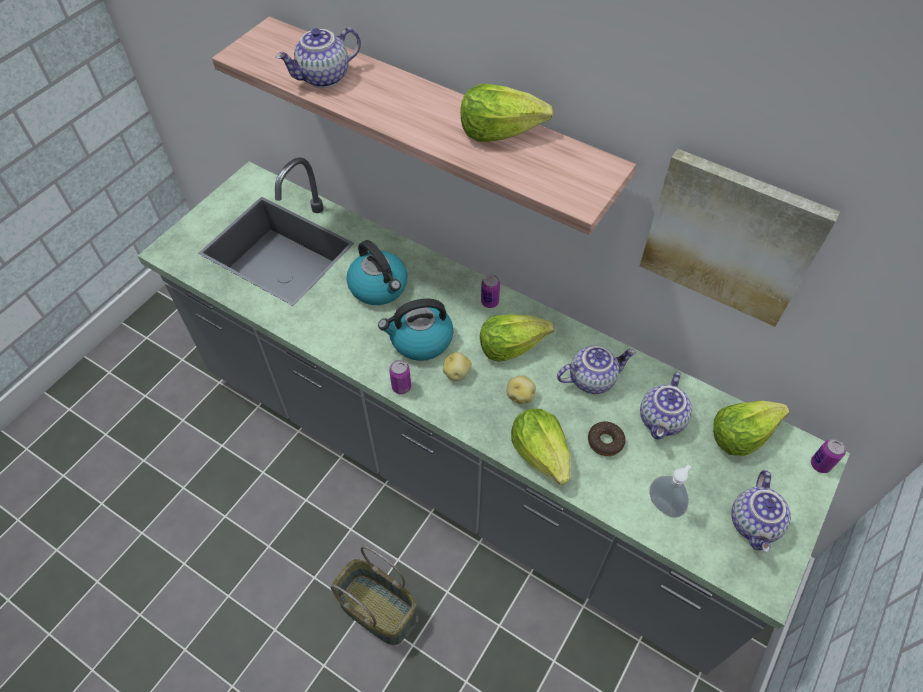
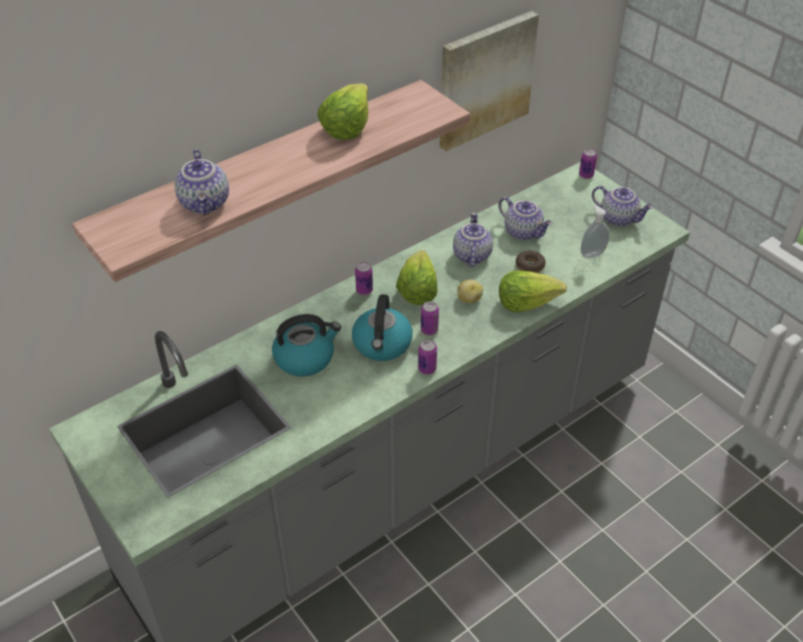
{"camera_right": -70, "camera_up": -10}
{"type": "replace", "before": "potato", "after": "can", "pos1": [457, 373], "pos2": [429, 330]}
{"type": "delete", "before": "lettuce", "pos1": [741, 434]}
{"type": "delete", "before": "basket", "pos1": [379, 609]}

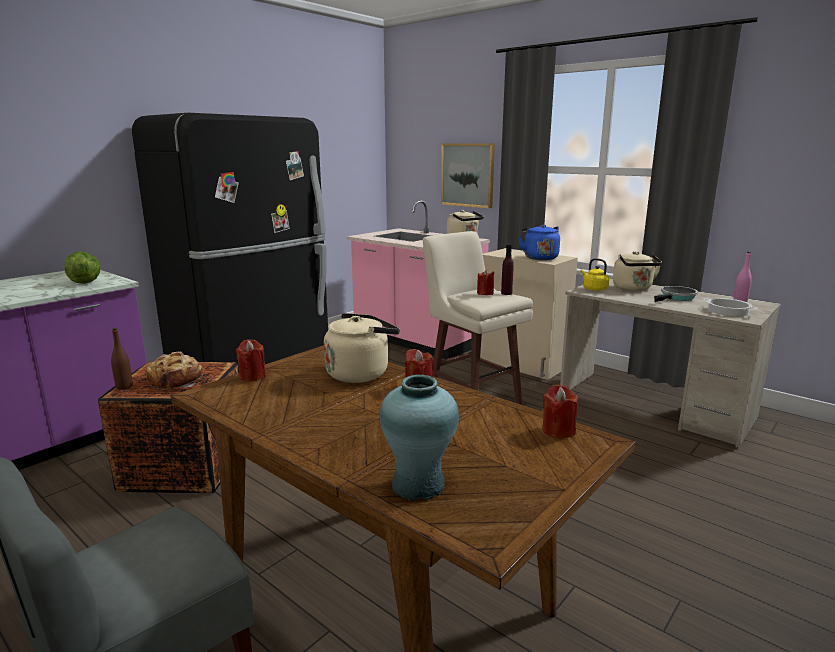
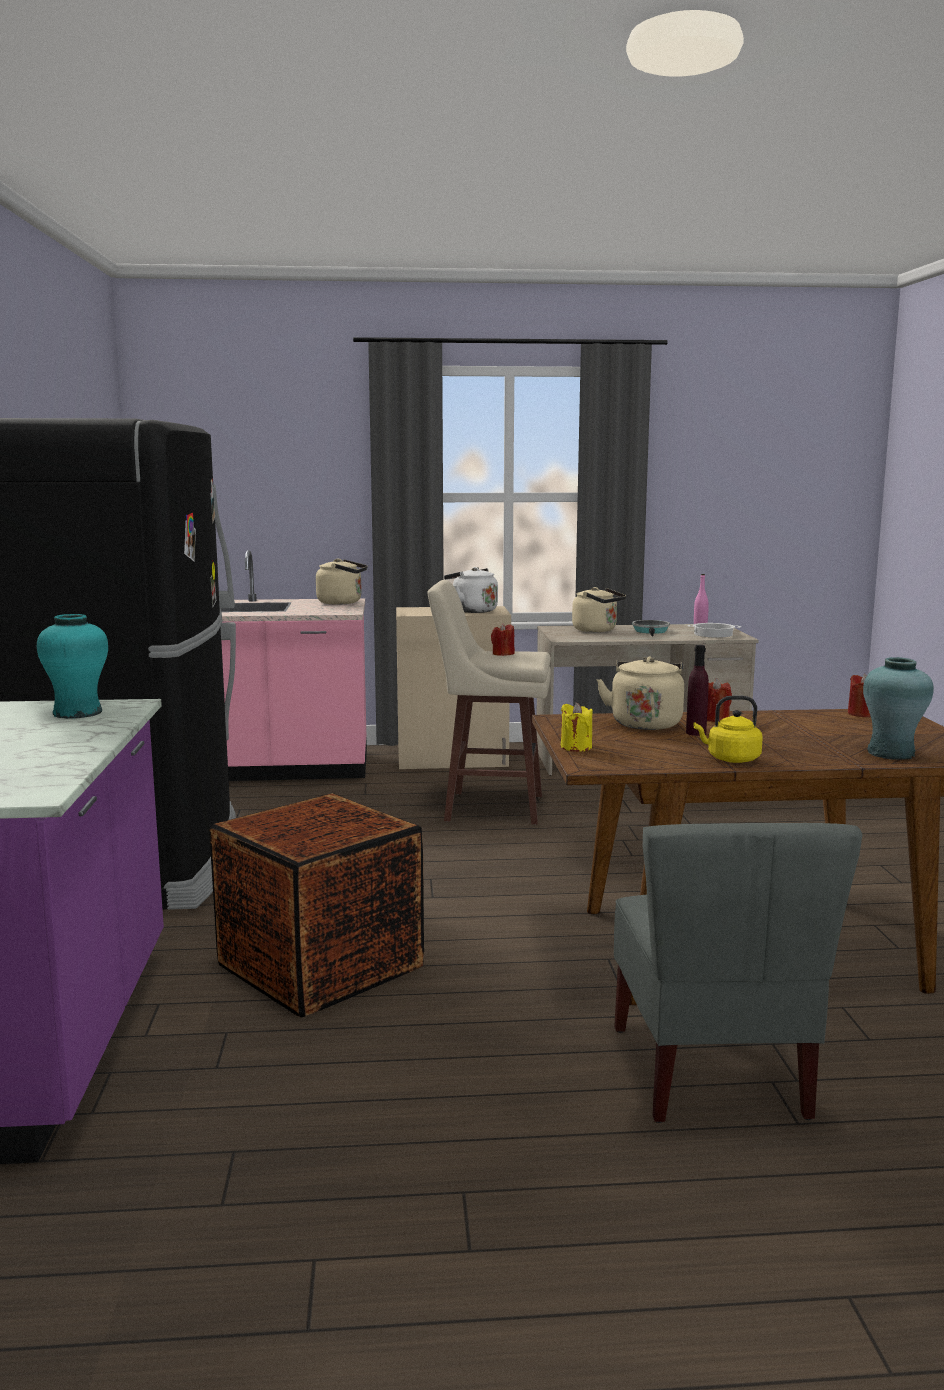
{"camera_right": -45, "camera_up": -5}
{"type": "delete", "before": "picture", "pos1": [467, 175]}
{"type": "recolor", "before": "blue kettle", "after": "white kettle", "pos1": [539, 257], "pos2": [472, 611]}
{"type": "move", "before": "purple bottle", "pos1": [506, 293], "pos2": [696, 733]}
{"type": "replace", "before": "lettuce", "after": "turquoise vase", "pos1": [85, 282], "pos2": [77, 713]}
{"type": "move", "before": "yellow kettle", "pos1": [593, 289], "pos2": [730, 759]}
{"type": "delete", "before": "brown bottle", "pos1": [124, 387]}
{"type": "recolor", "before": "red candle", "after": "yellow candle", "pos1": [252, 376], "pos2": [576, 747]}
{"type": "delete", "before": "bread", "pos1": [176, 381]}

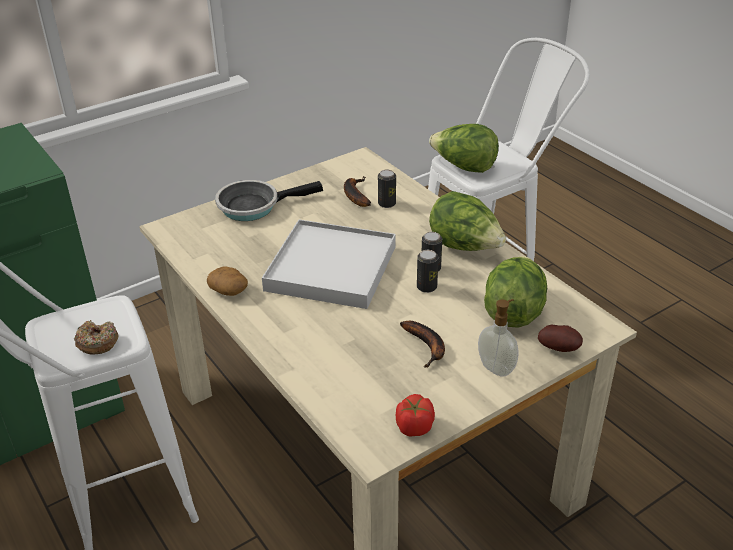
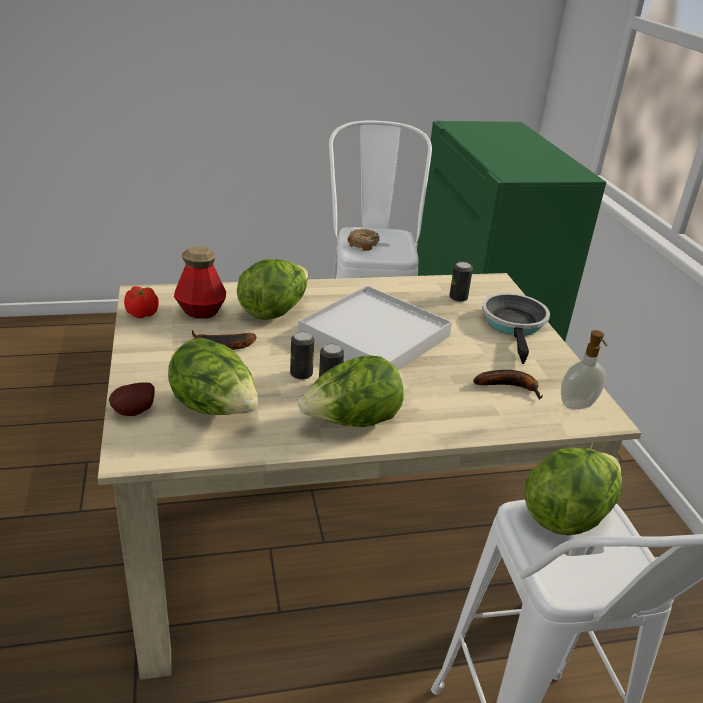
{"camera_right": 110, "camera_up": -5}
{"type": "move", "before": "can", "pos1": [387, 204], "pos2": [458, 298]}
{"type": "delete", "before": "potato", "pos1": [229, 291]}
{"type": "move", "before": "soap dispenser", "pos1": [497, 367], "pos2": [578, 406]}
{"type": "insert", "after": "bottle", "pos2": [201, 311]}
{"type": "insert", "after": "lettuce", "pos2": [274, 311]}

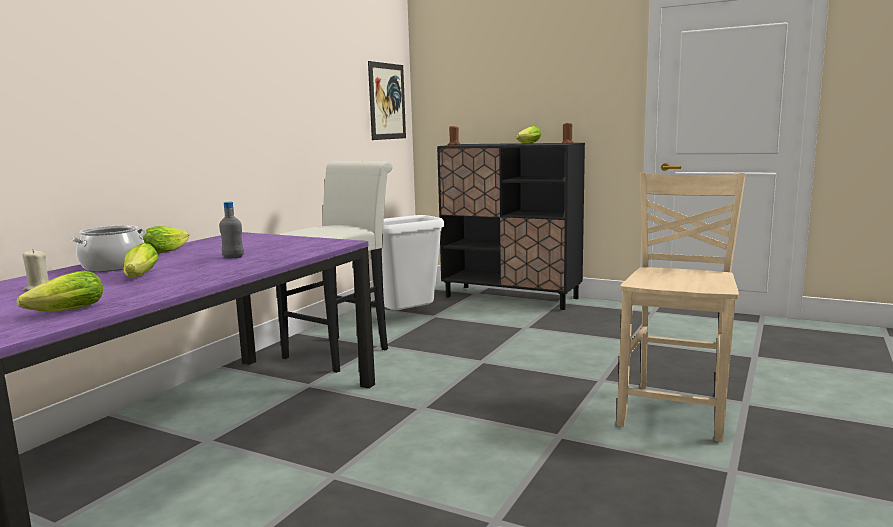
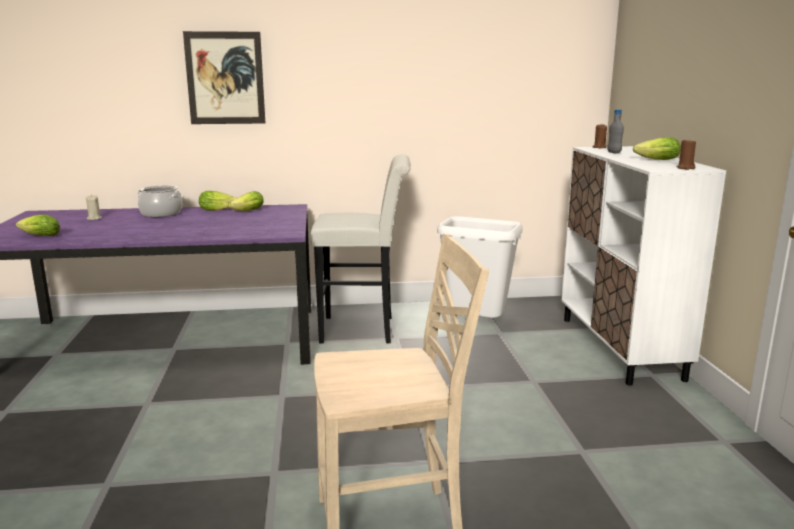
{"camera_right": 55, "camera_up": 5}
{"type": "move", "before": "picture", "pos1": [387, 101], "pos2": [225, 78]}
{"type": "recolor", "before": "black cabinet", "after": "white cabinet", "pos1": [511, 297], "pos2": [619, 347]}
{"type": "move", "before": "grey bottle", "pos1": [233, 257], "pos2": [614, 152]}
{"type": "move", "before": "lettuce", "pos1": [139, 277], "pos2": [246, 211]}

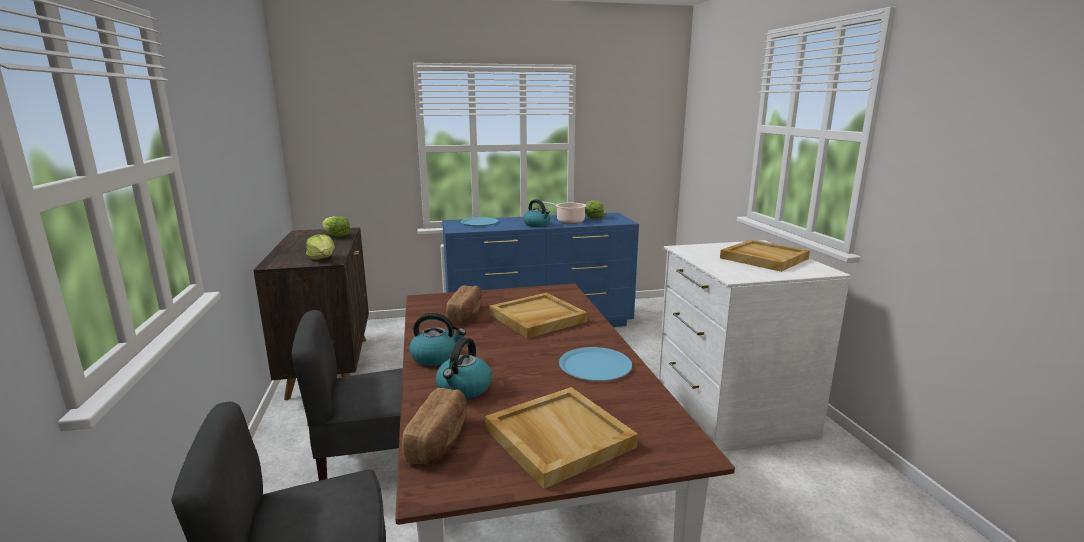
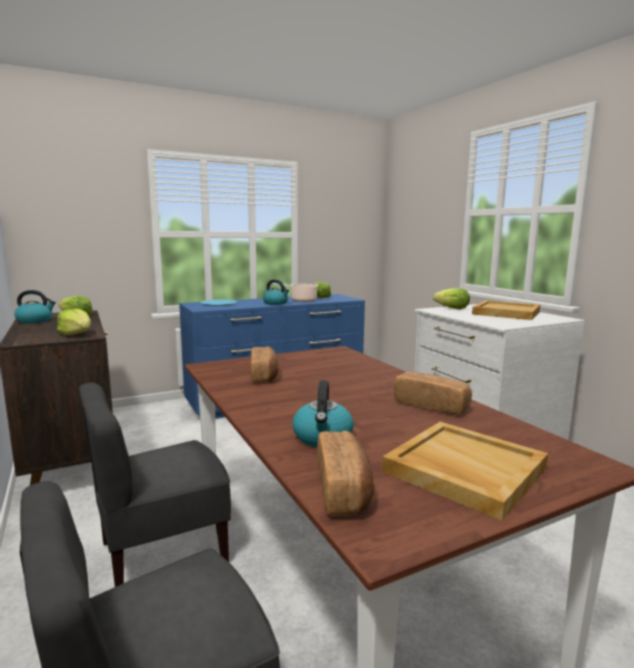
{"camera_right": -15, "camera_up": -5}
{"type": "delete", "before": "beige tray", "pos1": [537, 318]}
{"type": "move", "before": "kettle", "pos1": [436, 357], "pos2": [35, 321]}
{"type": "replace", "before": "blue plate", "after": "bread", "pos1": [595, 365], "pos2": [431, 405]}
{"type": "insert", "after": "lettuce", "pos2": [452, 308]}

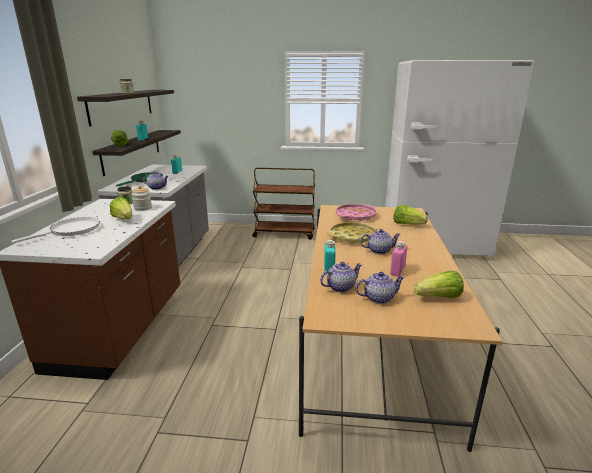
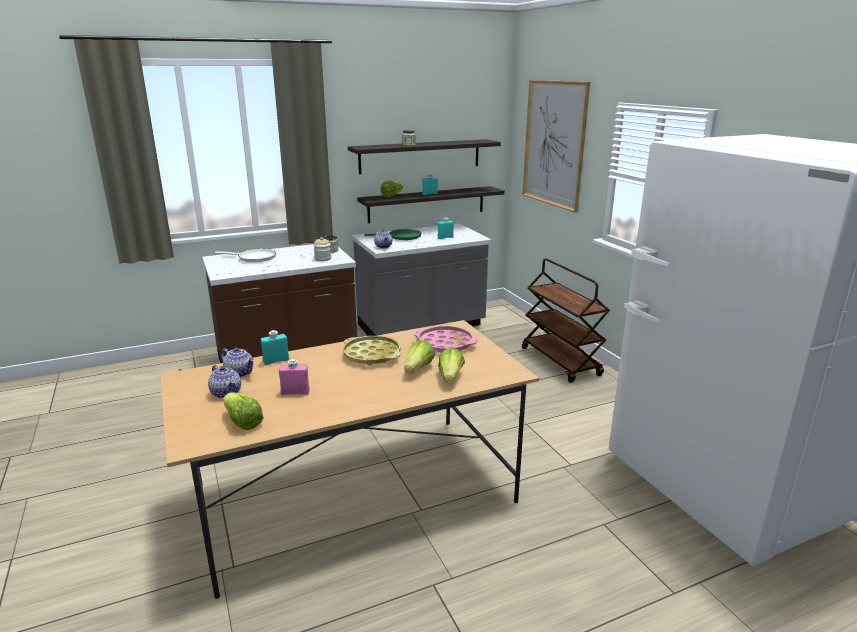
{"camera_right": 60, "camera_up": 0}
{"type": "move", "before": "lettuce", "pos1": [124, 219], "pos2": [418, 369]}
{"type": "delete", "before": "teapot", "pos1": [379, 250]}
{"type": "insert", "after": "picture", "pos2": [554, 144]}

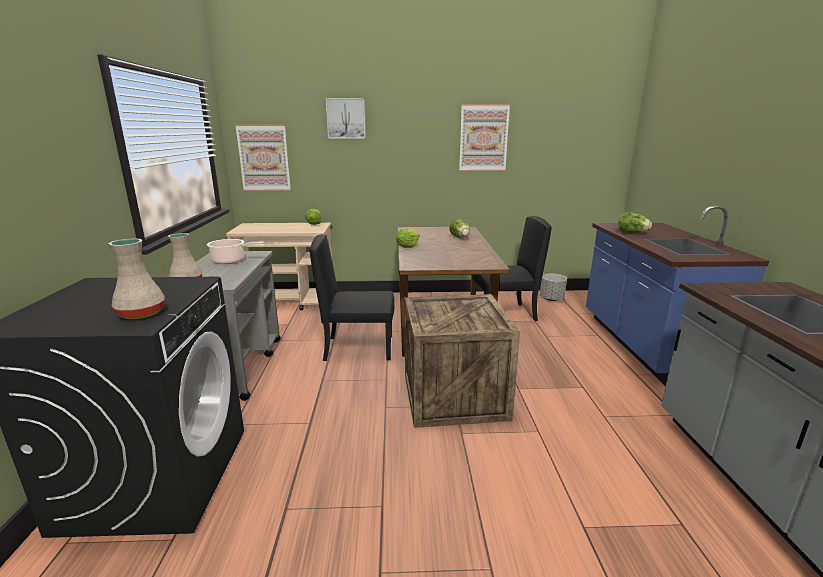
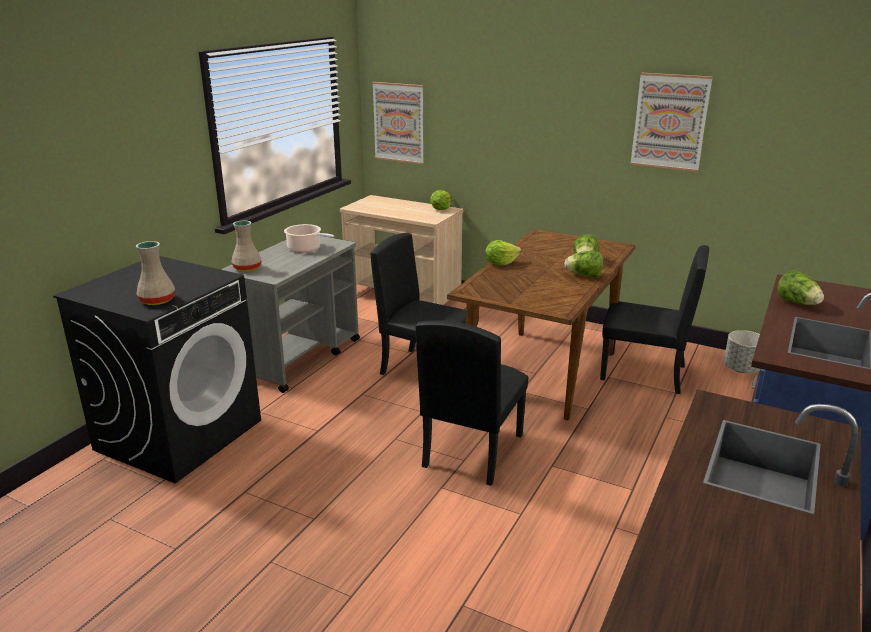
{"camera_right": 30, "camera_up": 5}
{"type": "delete", "before": "picture", "pos1": [346, 118]}
{"type": "replace", "before": "crate", "after": "black chair", "pos1": [453, 396], "pos2": [472, 450]}
{"type": "insert", "after": "lettuce", "pos2": [584, 276]}

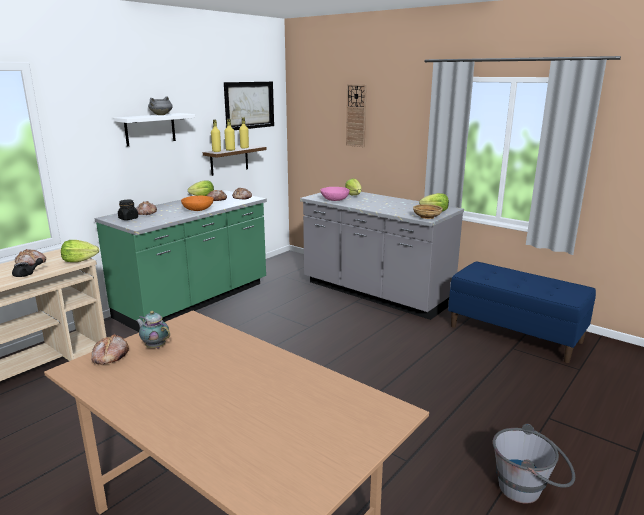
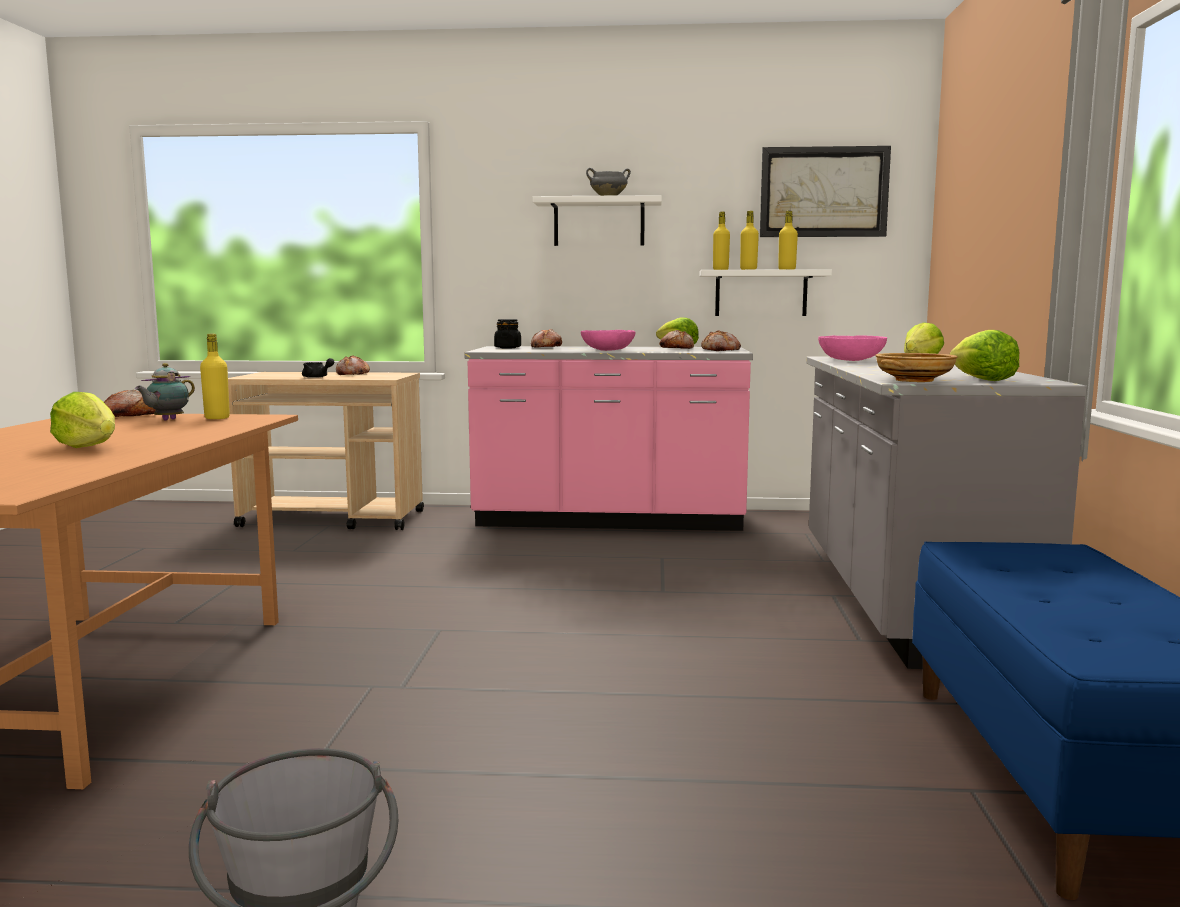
{"camera_right": 55, "camera_up": -10}
{"type": "delete", "before": "wall clock", "pos1": [356, 115]}
{"type": "recolor", "before": "brown shelf", "after": "white shelf", "pos1": [229, 160], "pos2": [761, 293]}
{"type": "recolor", "before": "green counter", "after": "pink counter", "pos1": [195, 301], "pos2": [609, 520]}
{"type": "recolor", "before": "orange bowl", "after": "pink bowl", "pos1": [198, 210], "pos2": [607, 350]}
{"type": "move", "before": "lettuce", "pos1": [79, 260], "pos2": [88, 447]}
{"type": "rotate", "before": "teapot", "pos1": [155, 346], "pos2": [167, 420], "turn": -150}
{"type": "insert", "after": "yellow bottle", "pos2": [217, 418]}

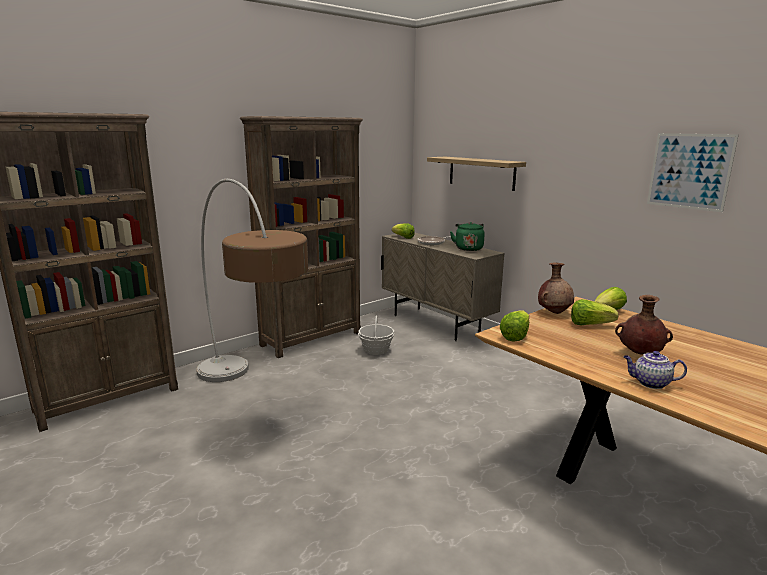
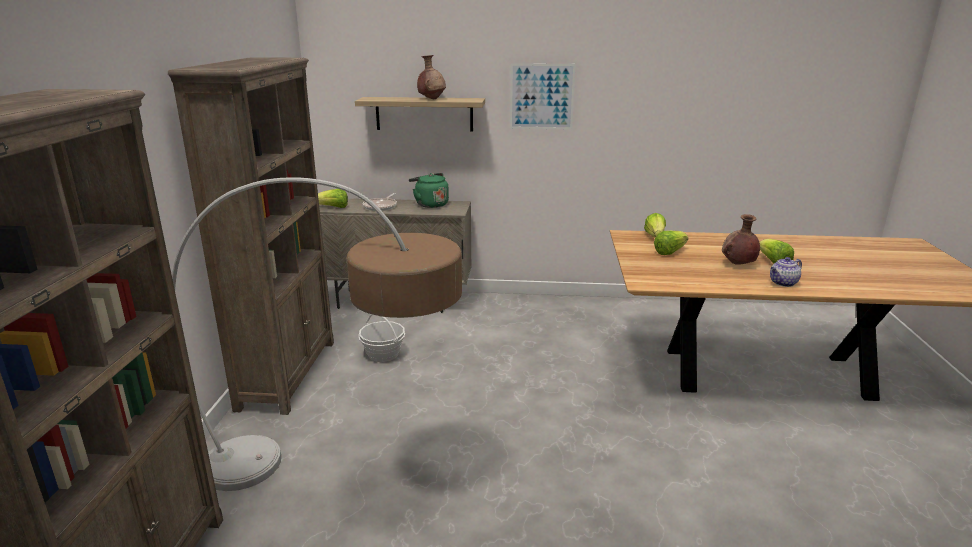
{"camera_right": -45, "camera_up": 5}
{"type": "move", "before": "picture", "pos1": [689, 171], "pos2": [541, 96]}
{"type": "move", "before": "brown vase", "pos1": [554, 312], "pos2": [431, 99]}
{"type": "move", "before": "lettuce", "pos1": [515, 336], "pos2": [773, 262]}

